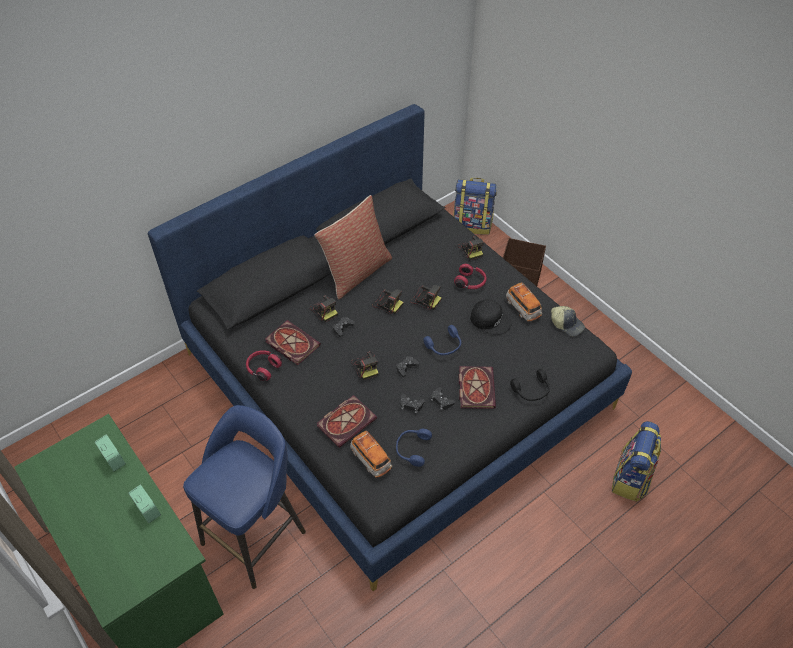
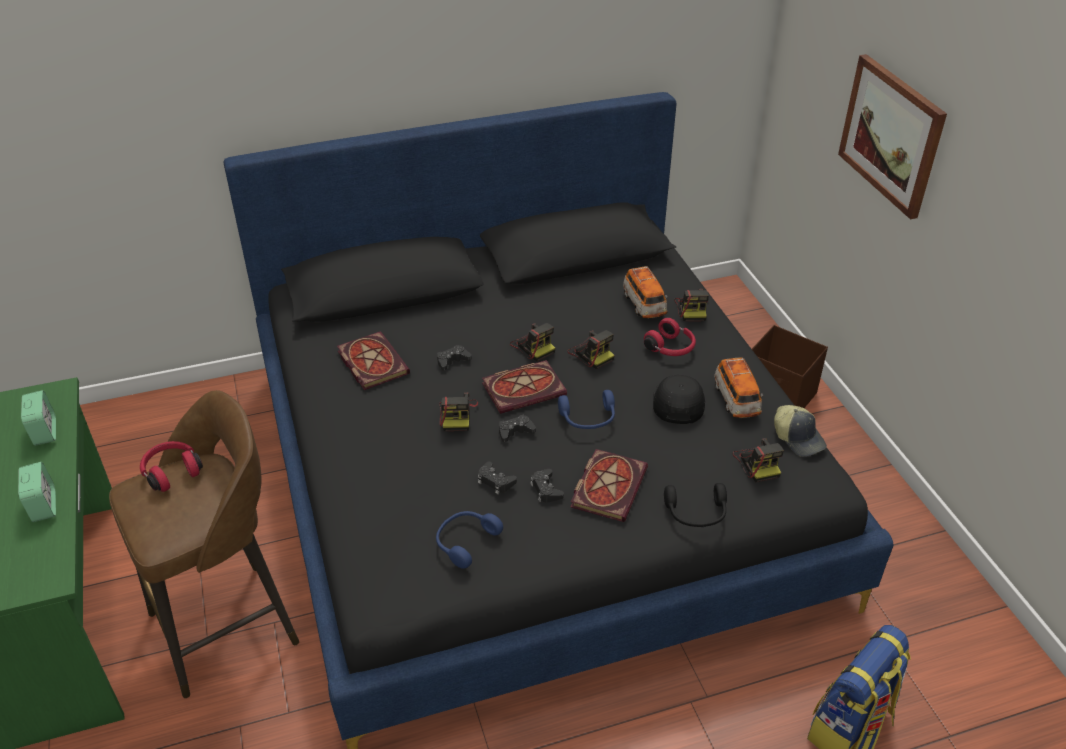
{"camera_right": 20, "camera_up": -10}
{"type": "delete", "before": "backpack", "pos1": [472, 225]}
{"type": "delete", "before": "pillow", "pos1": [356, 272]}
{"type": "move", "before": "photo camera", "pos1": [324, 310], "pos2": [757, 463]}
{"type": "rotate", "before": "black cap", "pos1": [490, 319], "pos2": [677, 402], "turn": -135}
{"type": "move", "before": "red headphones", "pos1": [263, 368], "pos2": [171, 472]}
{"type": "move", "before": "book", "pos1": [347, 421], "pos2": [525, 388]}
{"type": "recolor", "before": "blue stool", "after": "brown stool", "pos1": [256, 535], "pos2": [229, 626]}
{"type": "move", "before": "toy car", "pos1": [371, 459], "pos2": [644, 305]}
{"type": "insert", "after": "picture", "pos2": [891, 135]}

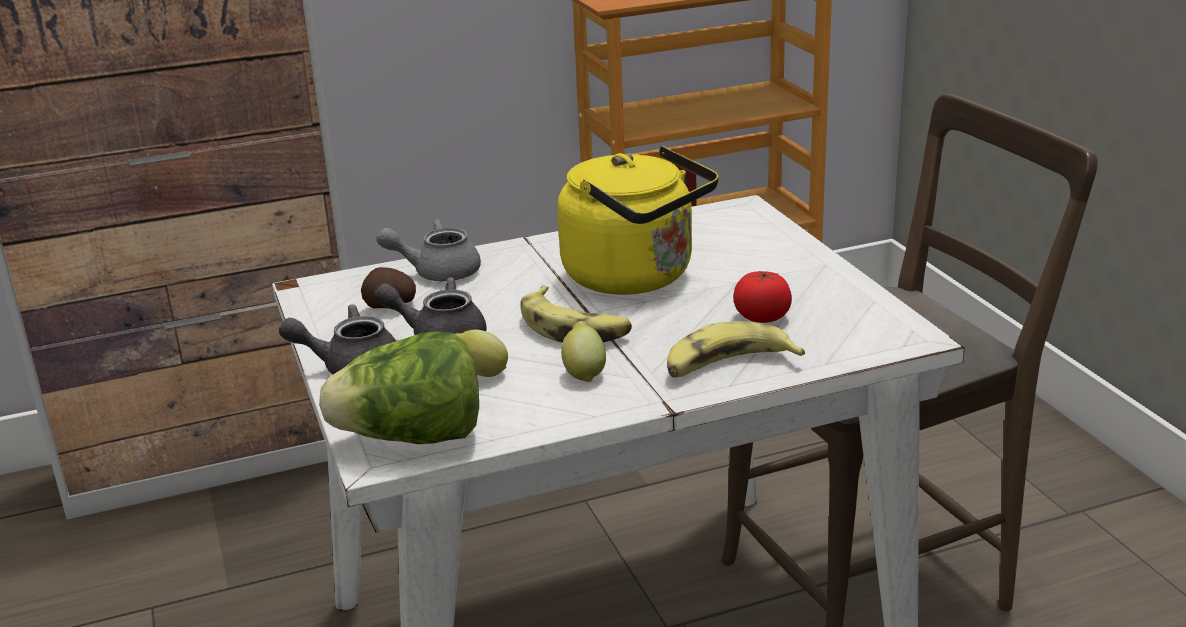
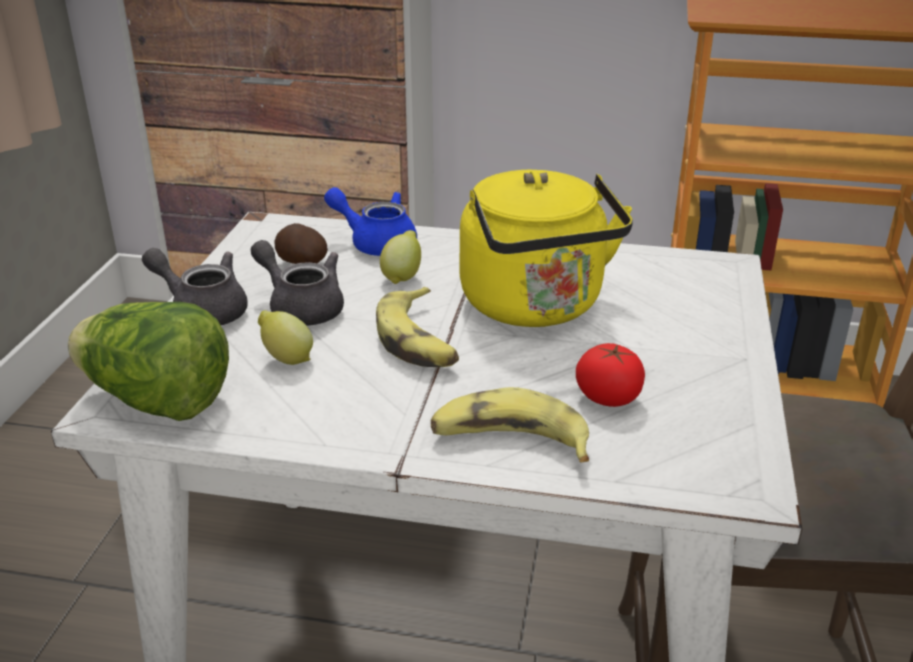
{"camera_right": 30, "camera_up": 5}
{"type": "recolor", "before": "grey teapot", "after": "blue teapot", "pos1": [437, 272], "pos2": [376, 242]}
{"type": "move", "before": "lemon", "pos1": [584, 373], "pos2": [402, 276]}

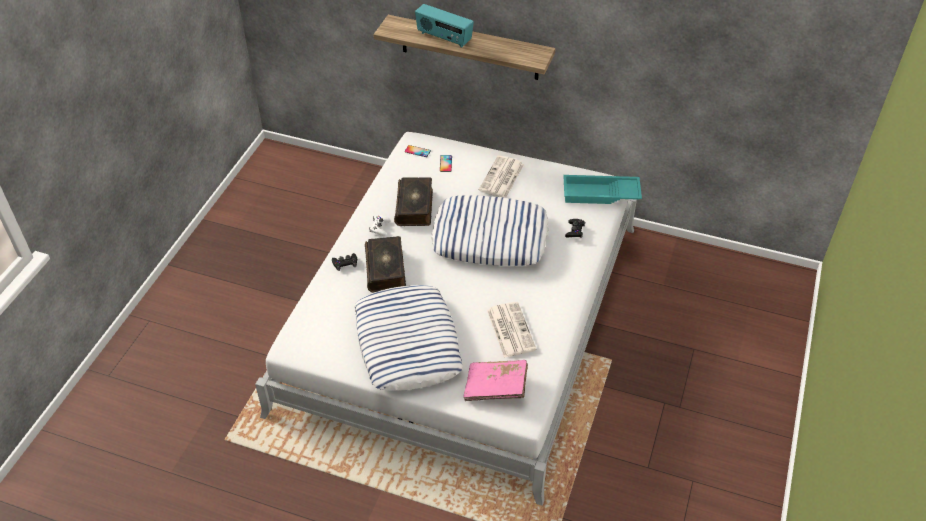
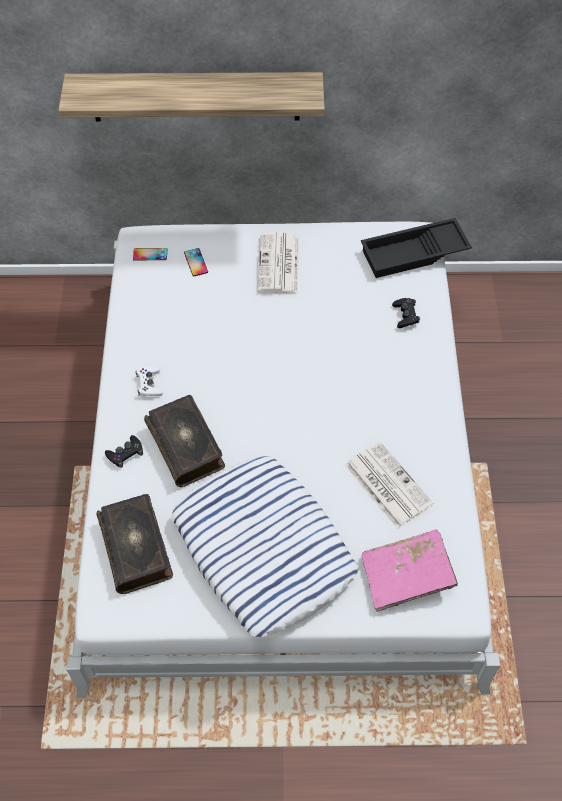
{"camera_right": -20, "camera_up": 10}
{"type": "delete", "before": "radio", "pos1": [444, 38]}
{"type": "recolor", "before": "turquoise tray", "after": "black tray", "pos1": [600, 194], "pos2": [414, 254]}
{"type": "move", "before": "book", "pos1": [415, 207], "pos2": [137, 548]}
{"type": "delete", "before": "pillow", "pos1": [490, 237]}

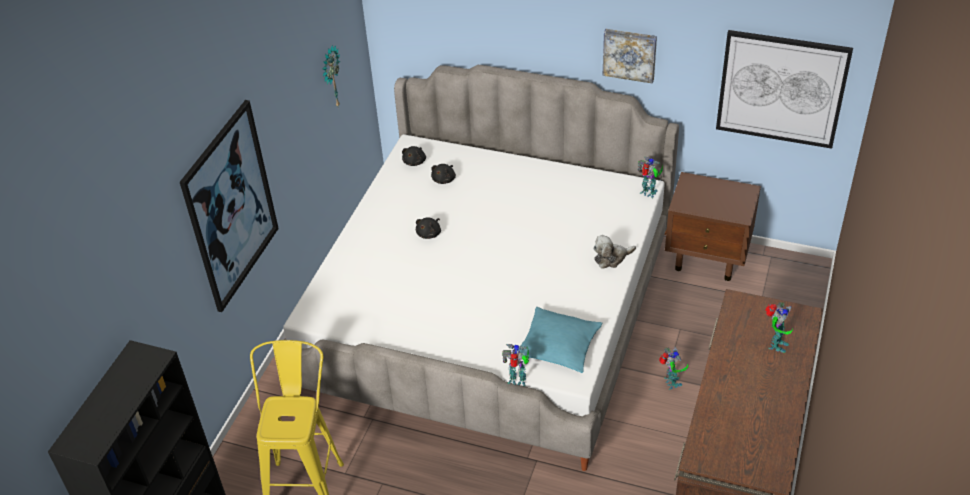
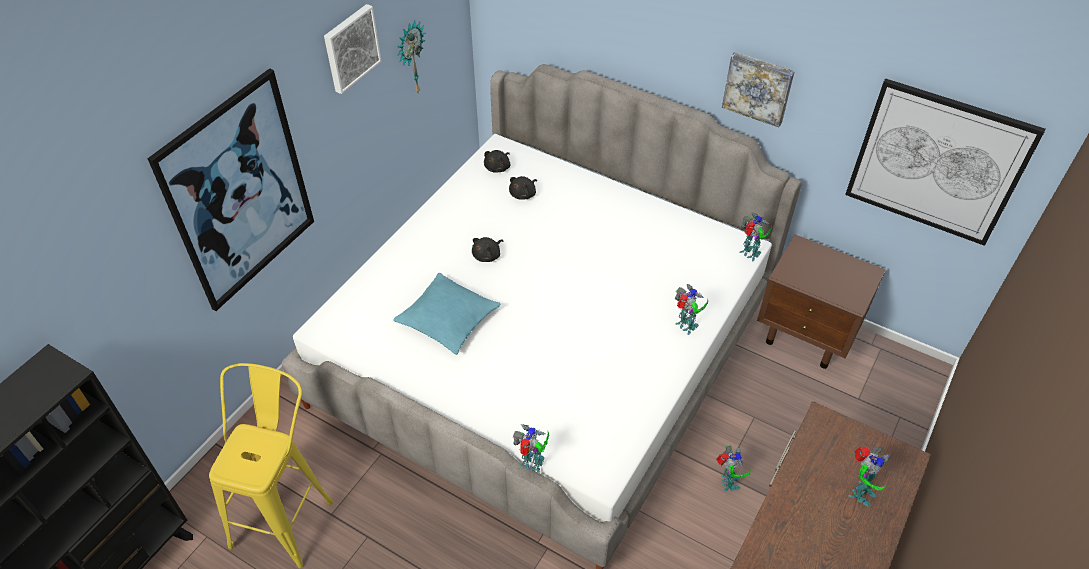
{"camera_right": 10, "camera_up": 5}
{"type": "replace", "before": "plush toy", "after": "toy robot", "pos1": [611, 258], "pos2": [686, 327]}
{"type": "move", "before": "turquoise pillow", "pos1": [558, 346], "pos2": [448, 319]}
{"type": "insert", "after": "picture", "pos2": [350, 48]}

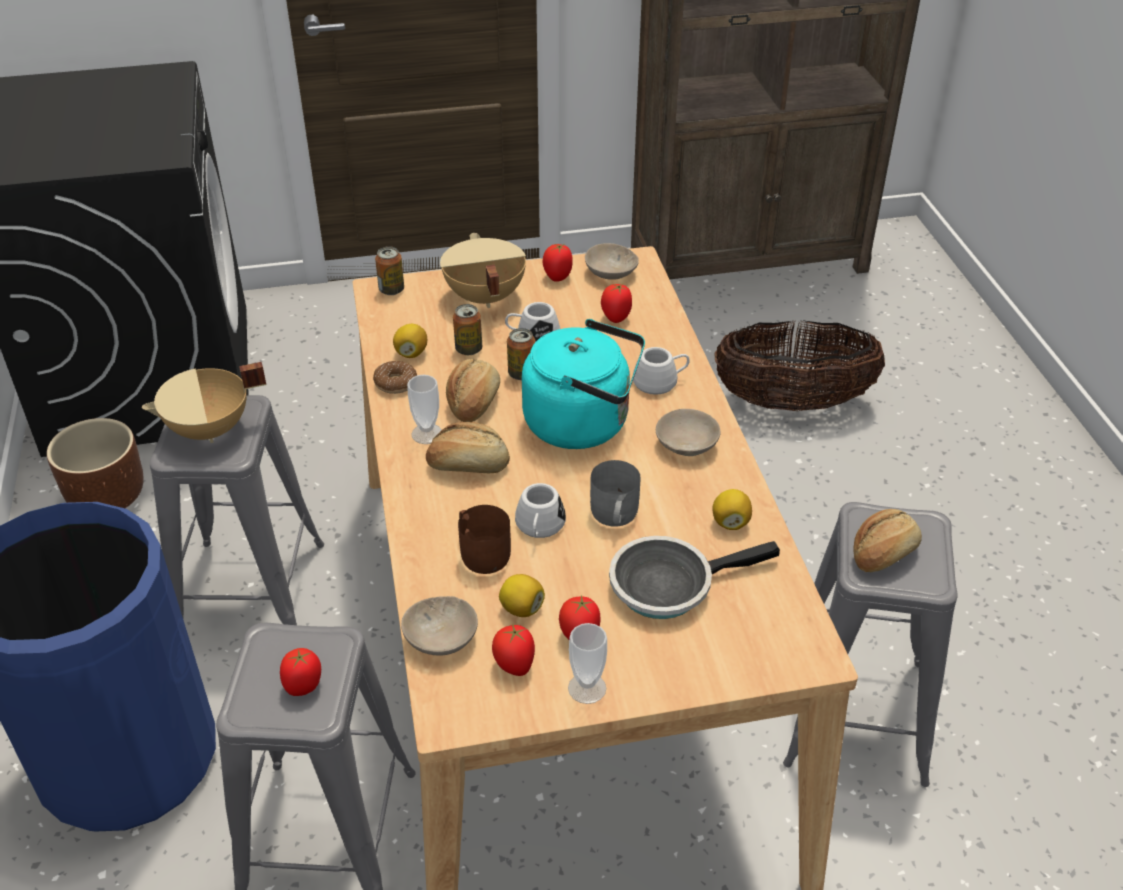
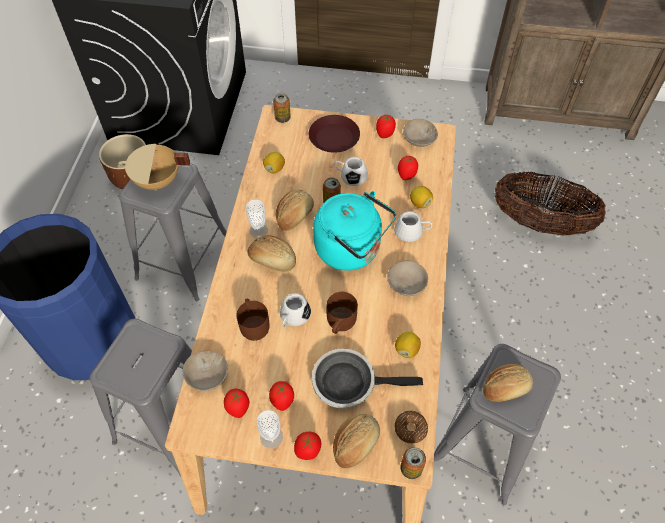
{"camera_right": 20, "camera_up": 15}
{"type": "replace", "before": "beige cooking pot", "after": "brown plate", "pos1": [483, 297], "pos2": [333, 138]}
{"type": "move", "before": "can", "pos1": [468, 349], "pos2": [411, 468]}
{"type": "move", "before": "donut", "pos1": [395, 383], "pos2": [410, 429]}
{"type": "recolor", "before": "grey mug", "after": "brown mug", "pos1": [613, 515], "pos2": [339, 322]}
{"type": "move", "before": "lemon", "pos1": [522, 608], "pos2": [420, 203]}
{"type": "move", "before": "tomato", "pos1": [304, 686], "pos2": [308, 450]}
{"type": "insert", "after": "bread", "pos2": [355, 443]}

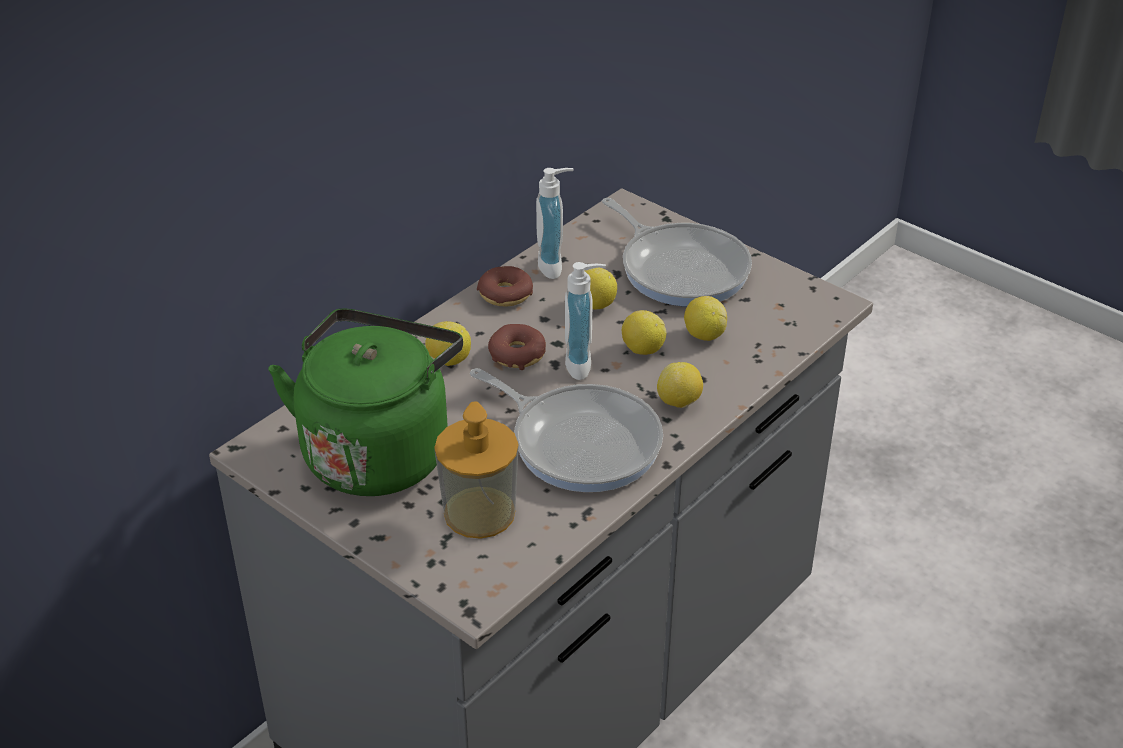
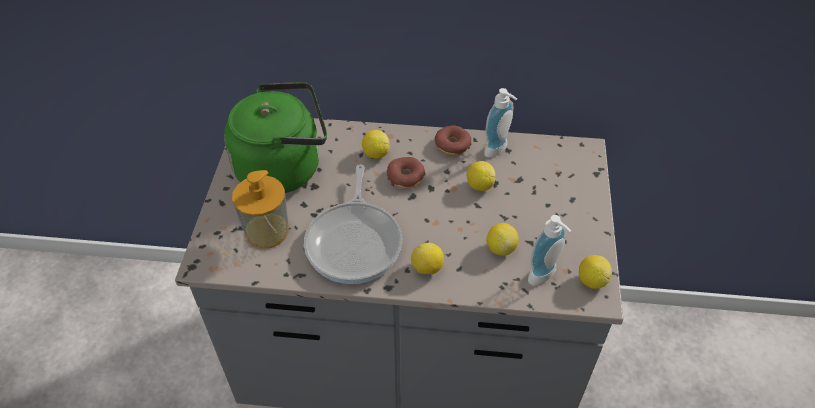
{"camera_right": 55, "camera_up": 10}
{"type": "delete", "before": "frying pan", "pos1": [680, 268]}
{"type": "move", "before": "soap dispenser", "pos1": [584, 364], "pos2": [545, 277]}
{"type": "move", "before": "lemon", "pos1": [642, 349], "pos2": [591, 280]}

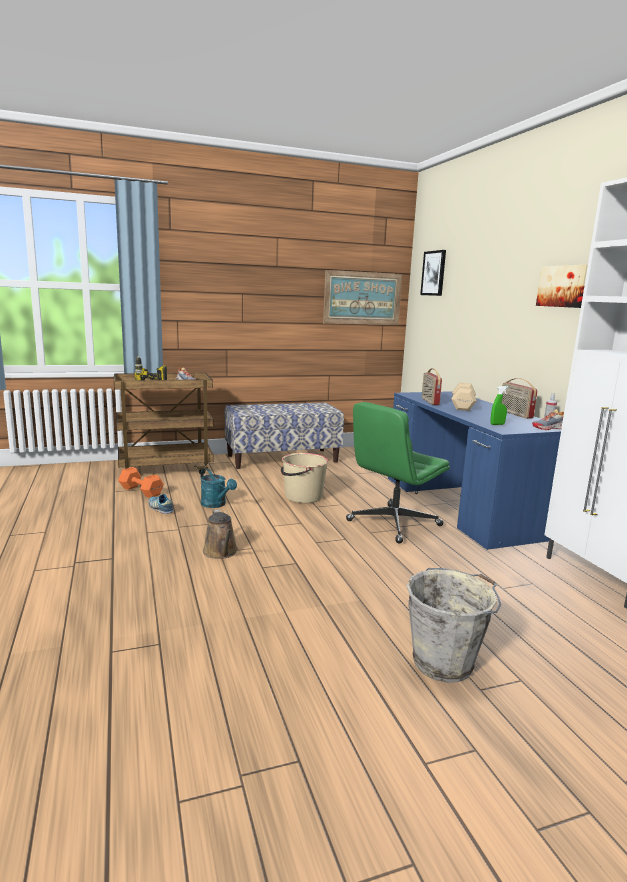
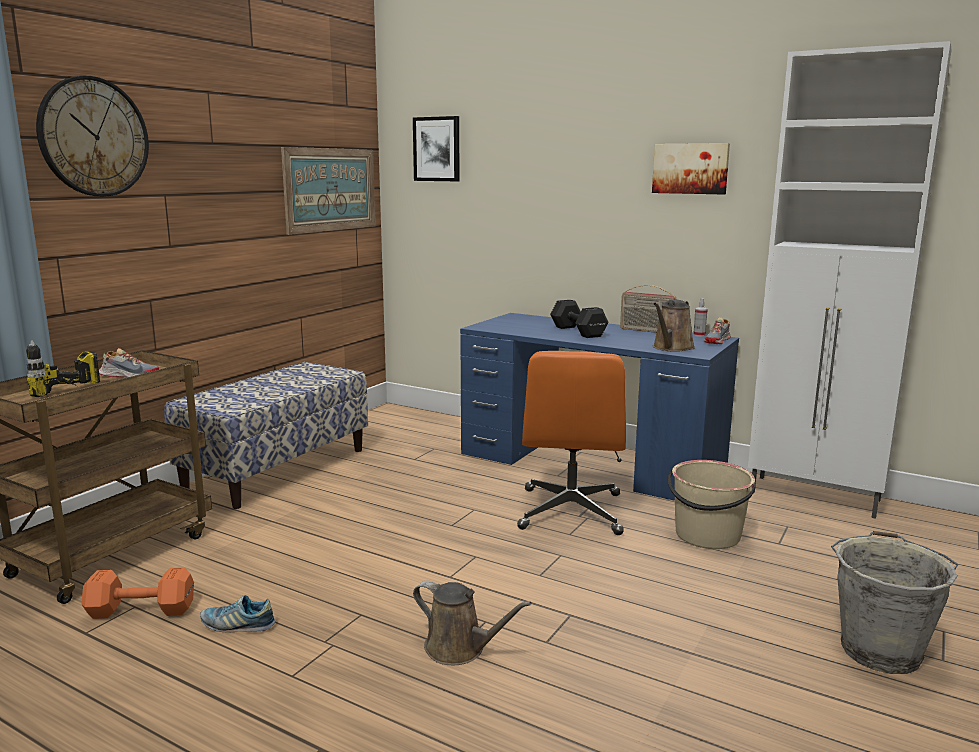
{"camera_right": -40, "camera_up": 0}
{"type": "delete", "before": "radio", "pos1": [429, 401]}
{"type": "recolor", "before": "beige dumbbell", "after": "black dumbbell", "pos1": [462, 406], "pos2": [578, 332]}
{"type": "replace", "before": "green spray bottle", "after": "brown watering can", "pos1": [497, 424], "pos2": [671, 348]}
{"type": "recolor", "before": "green office chair", "after": "orange office chair", "pos1": [393, 524], "pos2": [571, 512]}
{"type": "move", "before": "beige bucket", "pos1": [303, 496], "pos2": [707, 535]}
{"type": "delete", "before": "turquoise watering can", "pos1": [216, 504]}
{"type": "insert", "after": "wall clock", "pos2": [93, 137]}

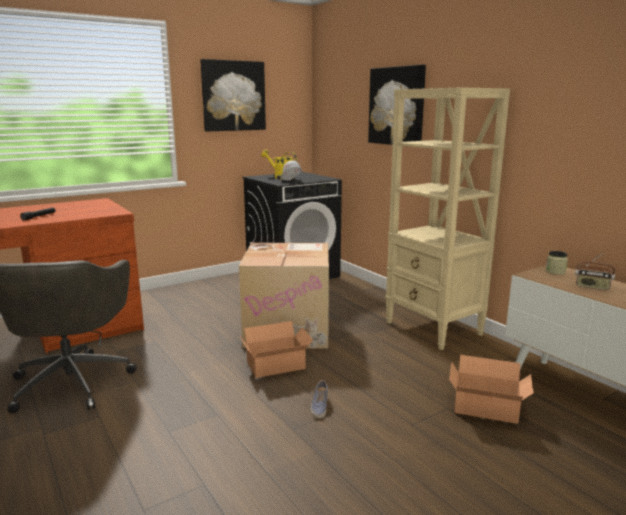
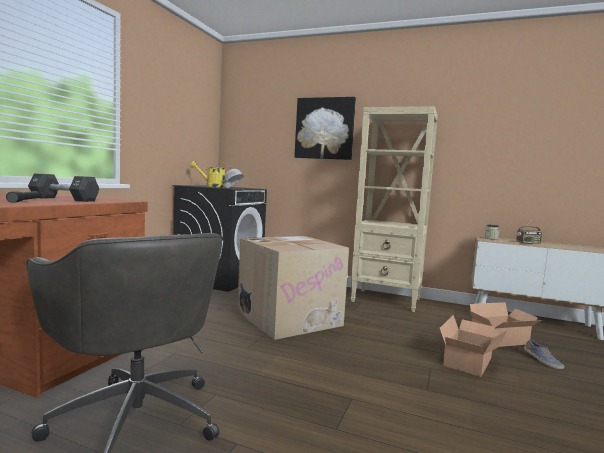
{"camera_right": -35, "camera_up": -10}
{"type": "delete", "before": "picture", "pos1": [233, 96]}
{"type": "move", "before": "cardboard box", "pos1": [278, 366], "pos2": [470, 362]}
{"type": "move", "before": "shoe", "pos1": [319, 406], "pos2": [542, 361]}
{"type": "insert", "after": "black dumbbell", "pos2": [64, 199]}

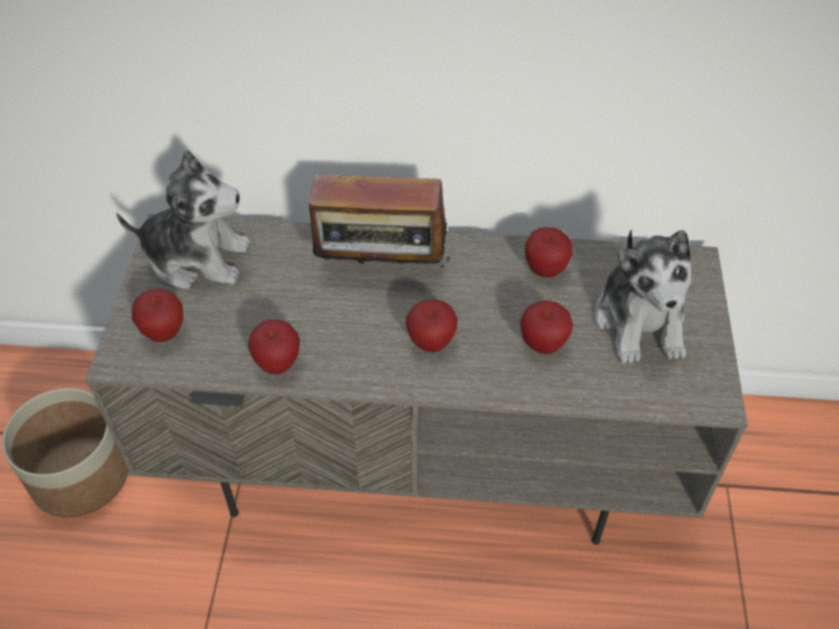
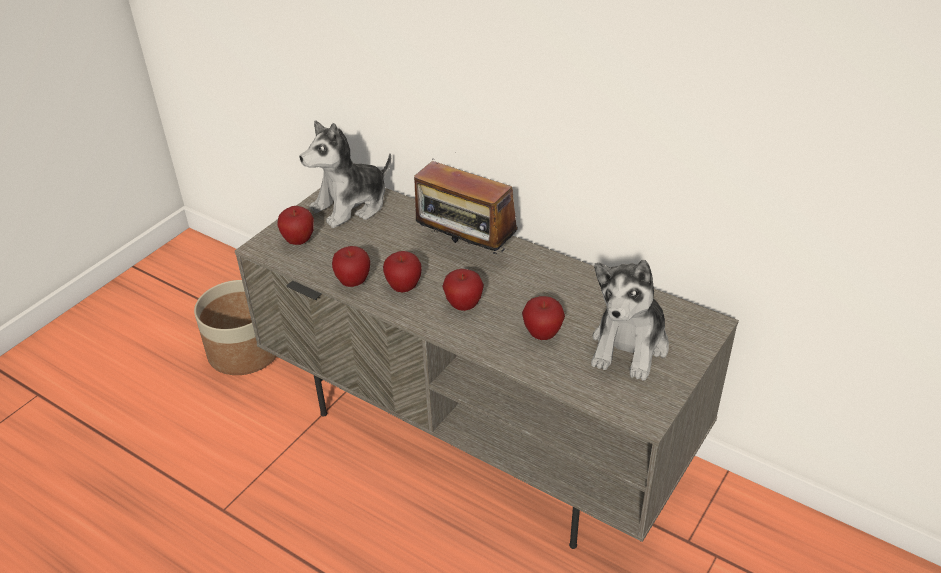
{"camera_right": 30, "camera_up": -10}
{"type": "rotate", "before": "plush toy", "pos1": [196, 258], "pos2": [351, 205], "turn": 105}
{"type": "move", "before": "apple", "pos1": [545, 270], "pos2": [404, 287]}

